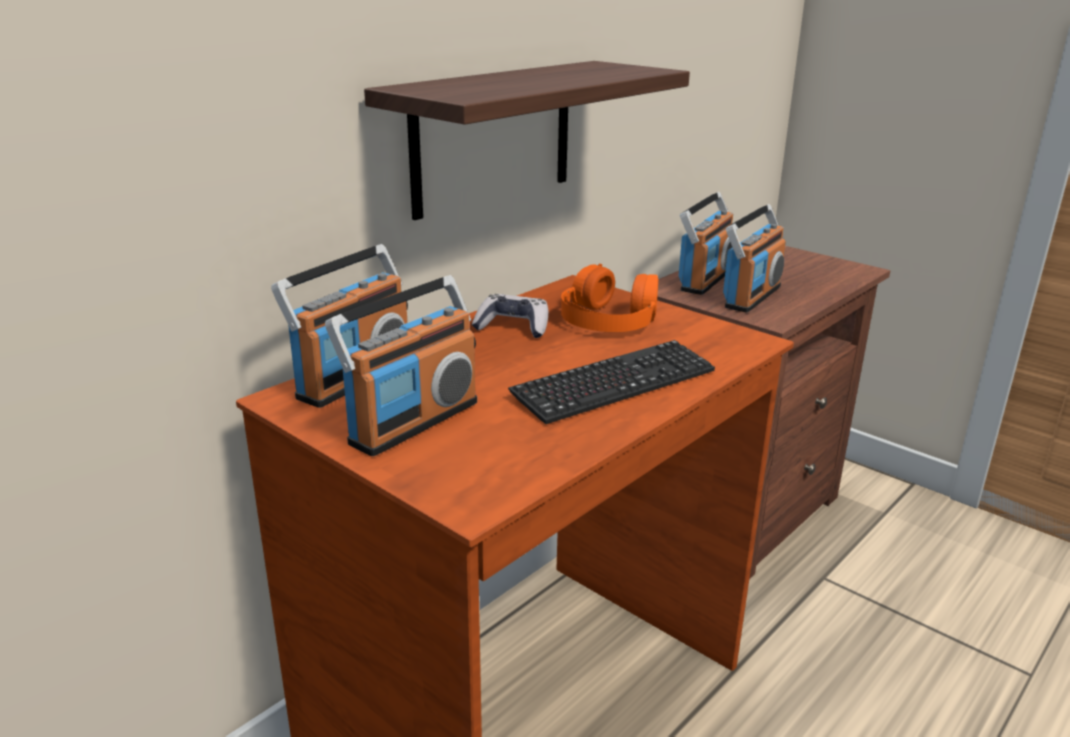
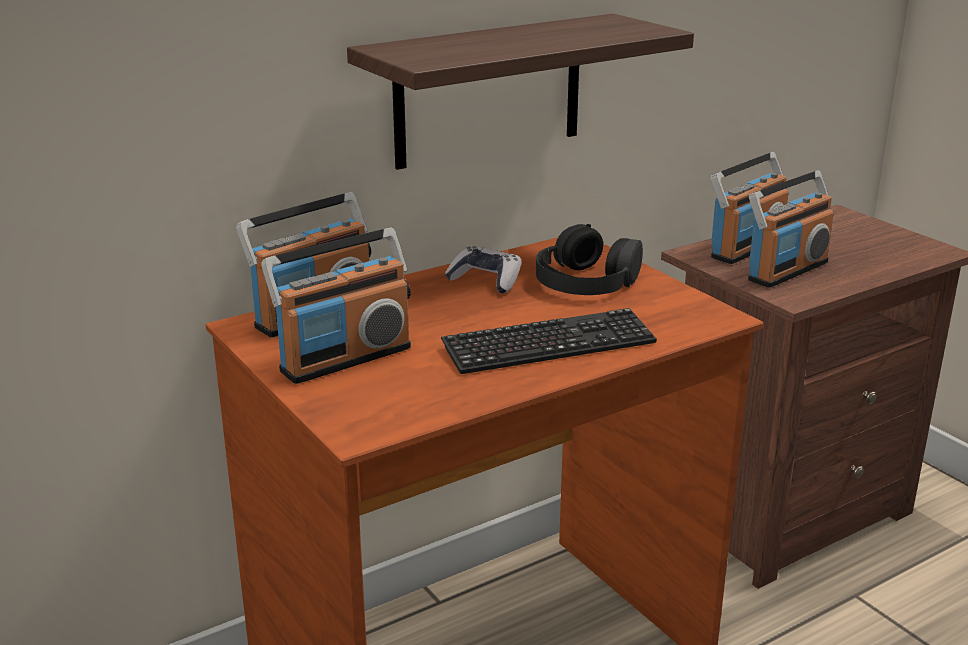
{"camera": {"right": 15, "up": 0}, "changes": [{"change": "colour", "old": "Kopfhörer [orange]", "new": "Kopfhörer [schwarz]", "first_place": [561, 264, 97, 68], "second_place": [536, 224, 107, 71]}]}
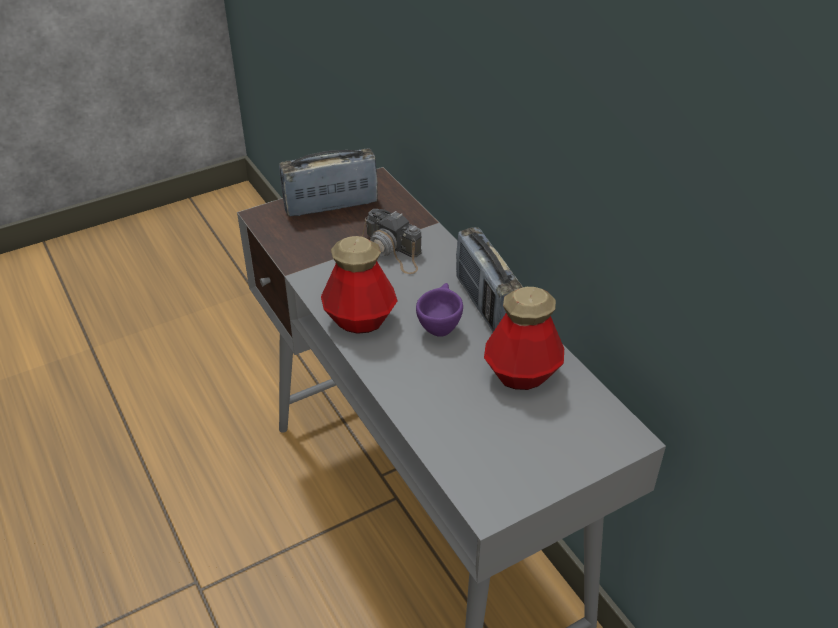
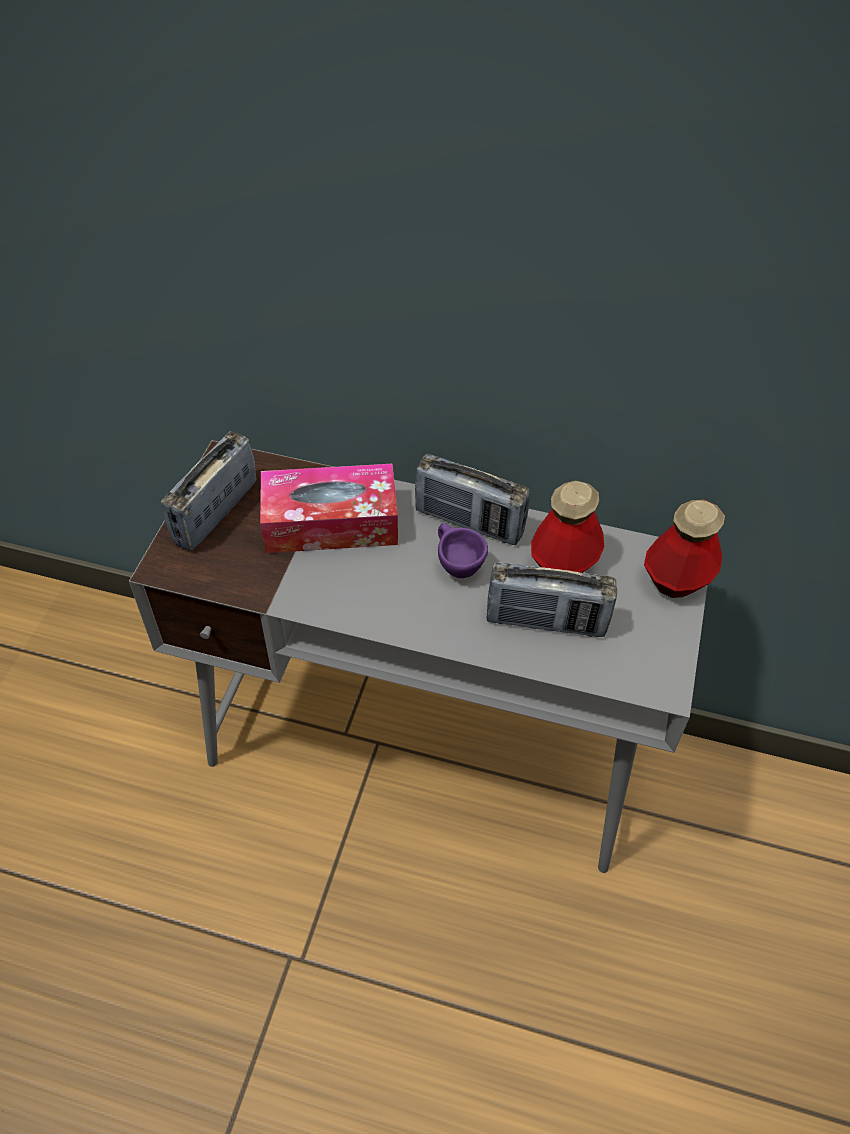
{"camera": {"right": -45, "up": 10}, "changes": [{"change": "relocated", "old": "Flasche", "first_place": [321, 236, 77, 98], "second_place": [644, 500, 81, 98]}, {"change": "exchanged", "old": "Kamera", "new": "Taschentuchbox", "first_place": [361, 209, 61, 65], "second_place": [260, 464, 138, 89]}, {"change": "appeared", "new": "Radio", "second_place": [487, 562, 130, 75]}]}
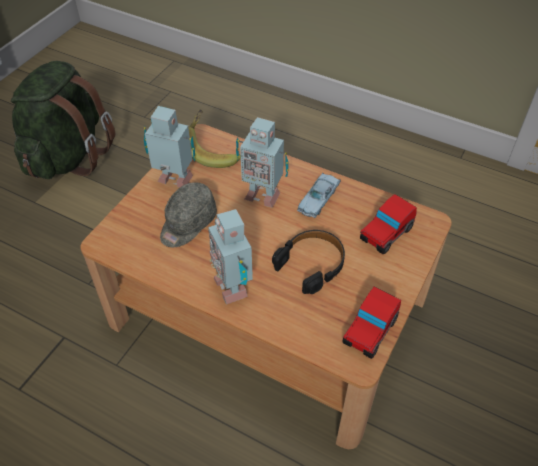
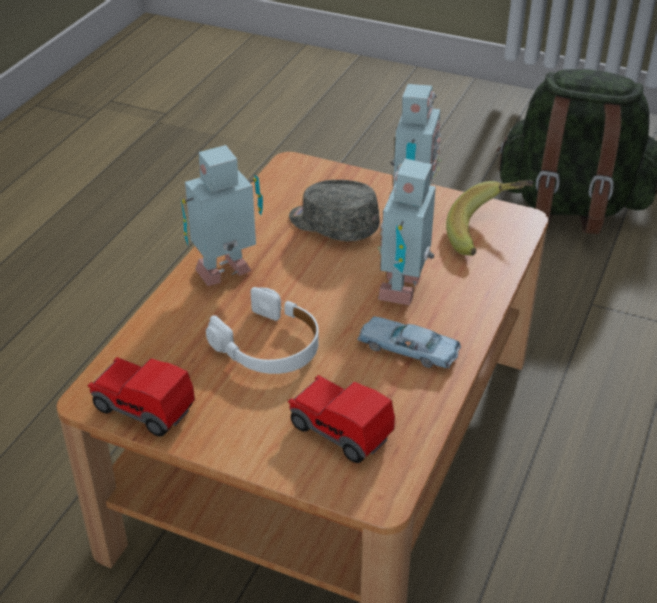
{"camera": {"right": 85, "up": -10}, "changes": [{"change": "colour", "old": "Kopfhörer [schwarz]", "new": "Kopfhörer [weiß]", "first_place": [272, 230, 73, 64], "second_place": [206, 287, 113, 87]}]}
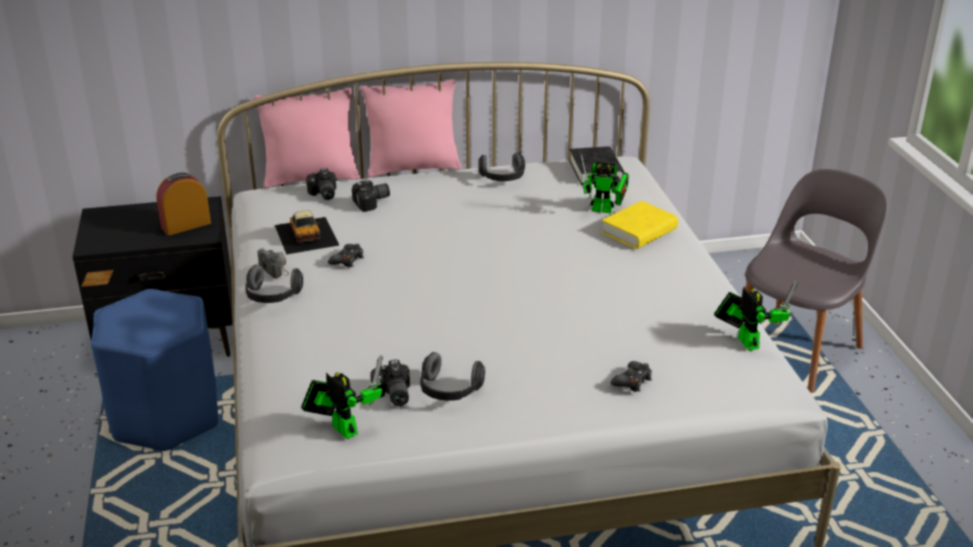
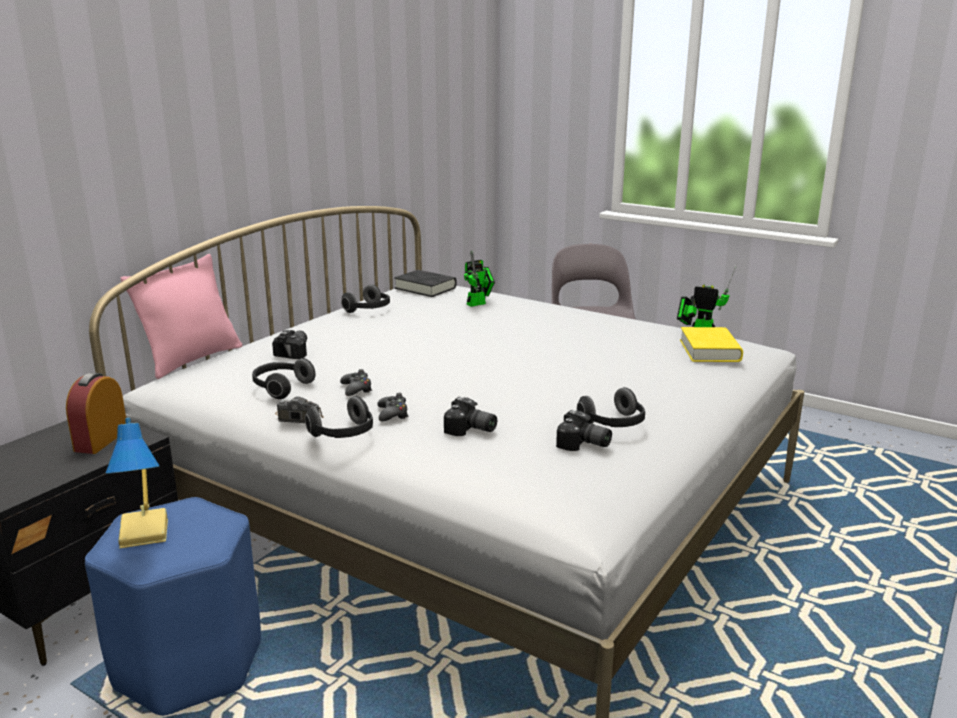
{"camera": {"right": -45, "up": -10}, "changes": [{"change": "exchanged", "old": "Spielzeugauto", "new": "Kopfhörer", "first_place": [275, 210, 64, 44], "second_place": [252, 358, 63, 41]}, {"change": "missing", "old": "Spielzeugroboter", "first_place": [301, 355, 82, 84]}, {"change": "relocated", "old": "Kamera", "first_place": [306, 168, 30, 32], "second_place": [444, 397, 53, 39]}, {"change": "missing", "old": "Kissen [rosa]", "first_place": [361, 79, 101, 98]}, {"change": "relocated", "old": "Buch [gelb]", "first_place": [602, 201, 76, 48], "second_place": [680, 327, 63, 35]}, {"change": "relocated", "old": "Gamepad [schwarz]", "first_place": [610, 361, 42, 31], "second_place": [377, 393, 32, 28]}, {"change": "appeared", "new": "Tischlampe", "second_place": [106, 418, 62, 131]}]}
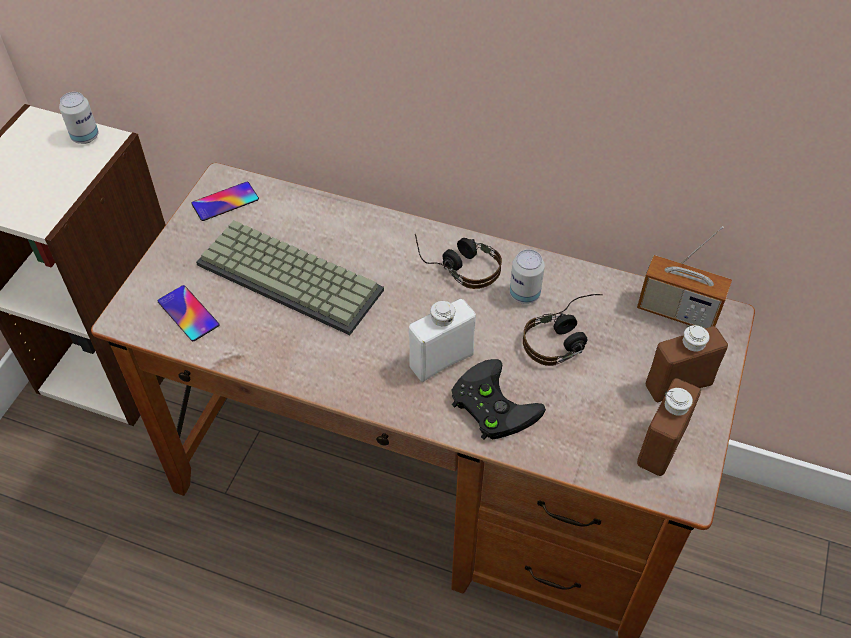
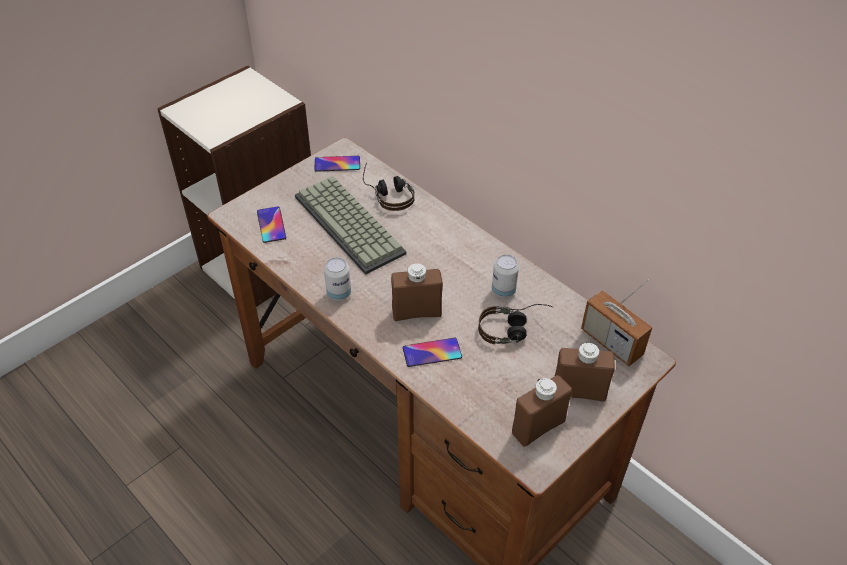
{"camera": {"right": 25, "up": -5}, "changes": [{"change": "relocated", "old": "Dose", "first_place": [59, 92, 40, 52], "second_place": [324, 257, 27, 44]}, {"change": "colour", "old": "Flasche [weiß]", "new": "Flasche [braun]", "first_place": [409, 298, 67, 84], "second_place": [391, 263, 52, 58]}, {"change": "relocated", "old": "Kopfhörer", "first_place": [415, 234, 87, 55], "second_place": [363, 163, 51, 48]}, {"change": "exchanged", "old": "Gamepad [schwarz]", "new": "Handy", "first_place": [451, 359, 95, 81], "second_place": [403, 338, 59, 29]}]}
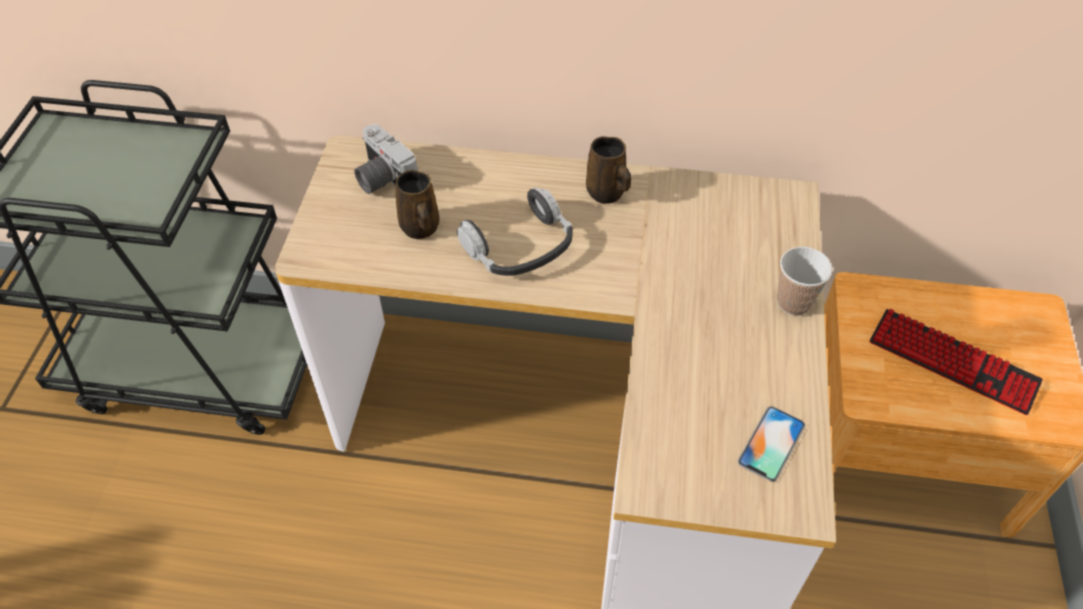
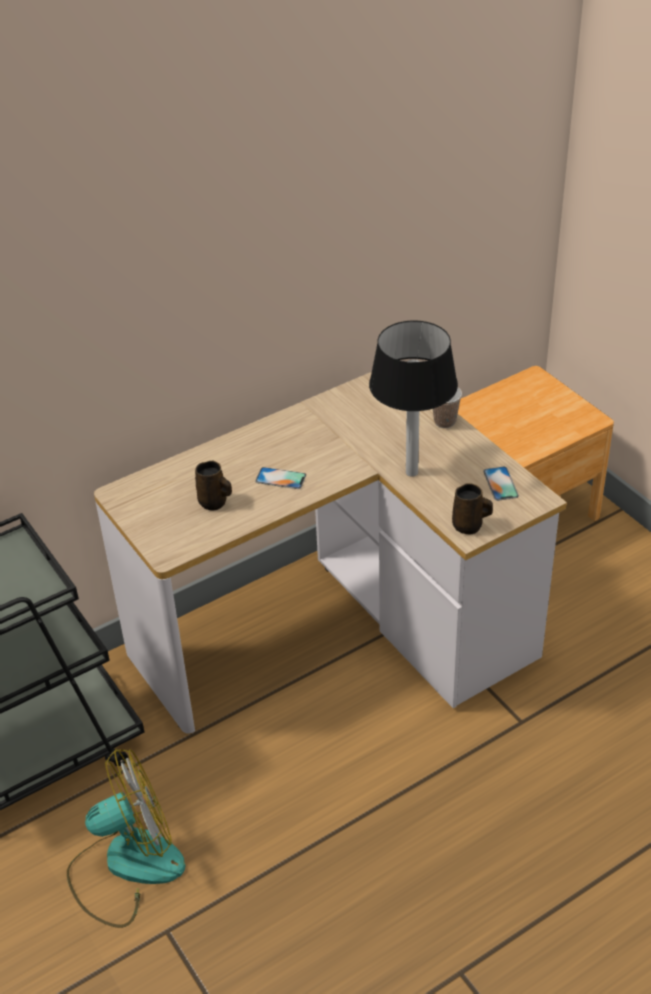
{"camera": {"right": -40, "up": -10}, "changes": [{"change": "missing", "old": "Kamera", "first_place": [354, 124, 64, 70]}, {"change": "exchanged", "old": "Kopfhörer", "new": "Handy", "first_place": [457, 187, 116, 89], "second_place": [255, 467, 51, 22]}, {"change": "relocated", "old": "Henkelbecher [braun]", "first_place": [586, 136, 46, 68], "second_place": [452, 483, 41, 51]}, {"change": "missing", "old": "Tastatur", "first_place": [869, 309, 174, 106]}, {"change": "appeared", "new": "Ventilator", "second_place": [67, 749, 119, 179]}, {"change": "appeared", "new": "Tischlampe", "second_place": [369, 321, 89, 156]}]}
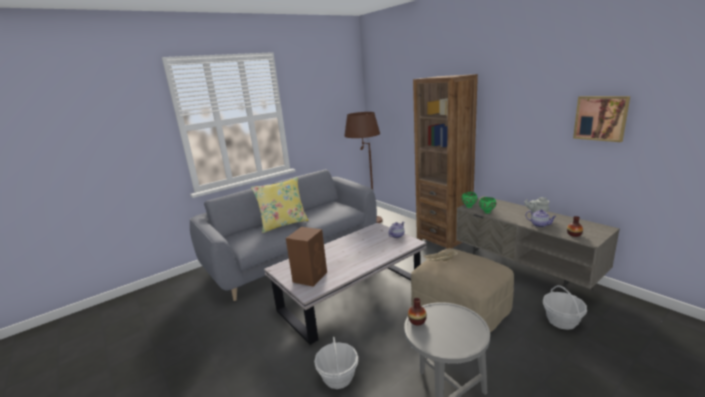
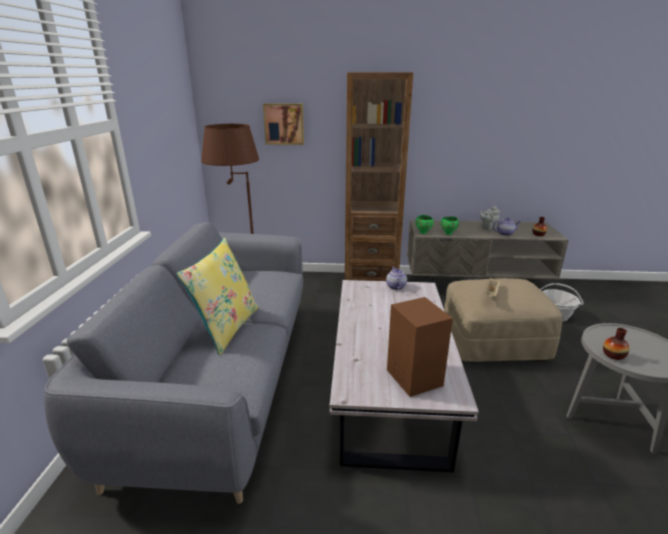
{"camera": {"right": -50, "up": 5}, "changes": [{"change": "missing", "old": "Korb", "first_place": [314, 337, 44, 52]}, {"change": "relocated", "old": "Bild", "first_place": [573, 96, 57, 46], "second_place": [263, 103, 41, 42]}]}
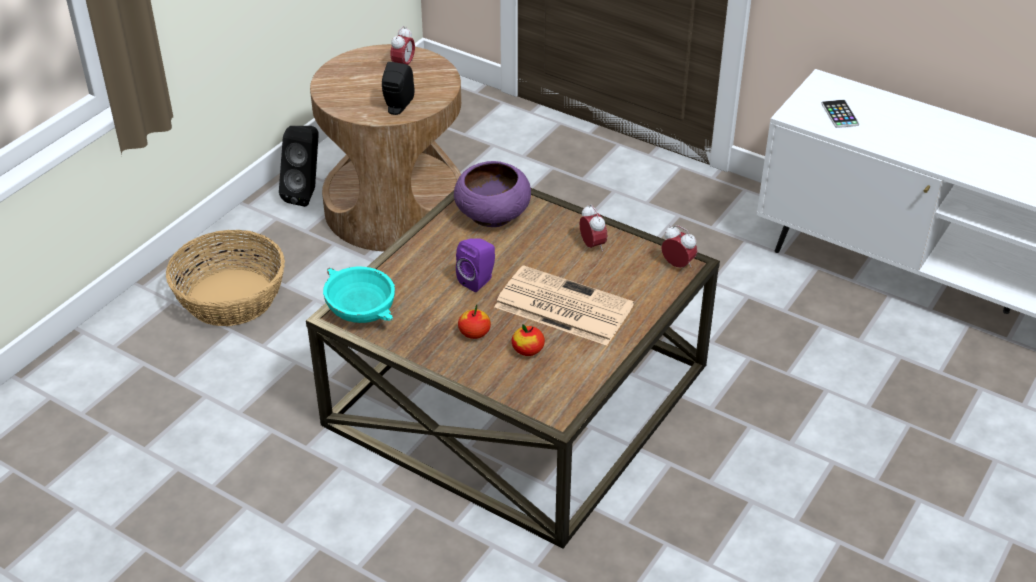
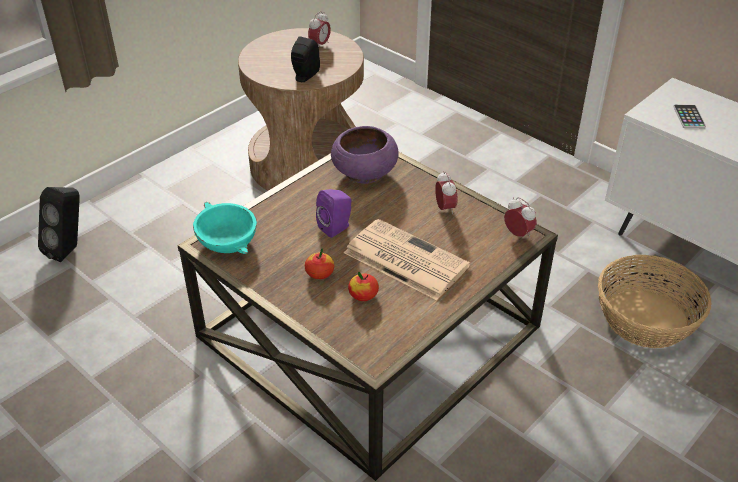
{"camera": {"right": 10, "up": 0}, "changes": [{"change": "relocated", "old": "Korb", "first_place": [166, 230, 119, 96], "second_place": [598, 255, 114, 93]}, {"change": "relocated", "old": "Lautsprecher [schwarz]", "first_place": [279, 126, 40, 81], "second_place": [38, 187, 42, 75]}]}
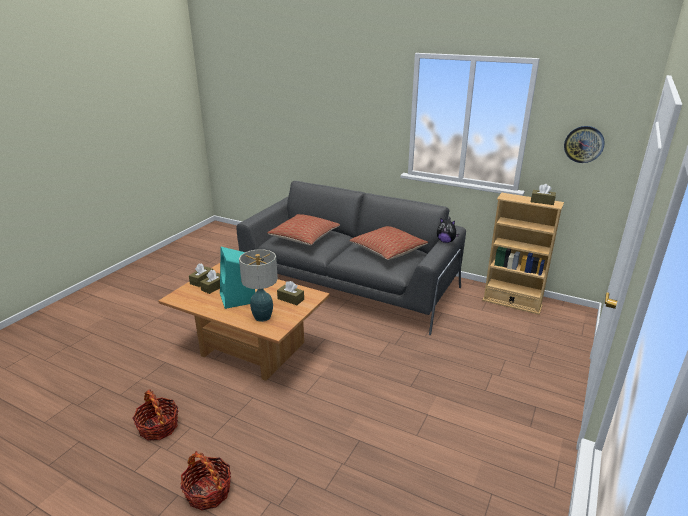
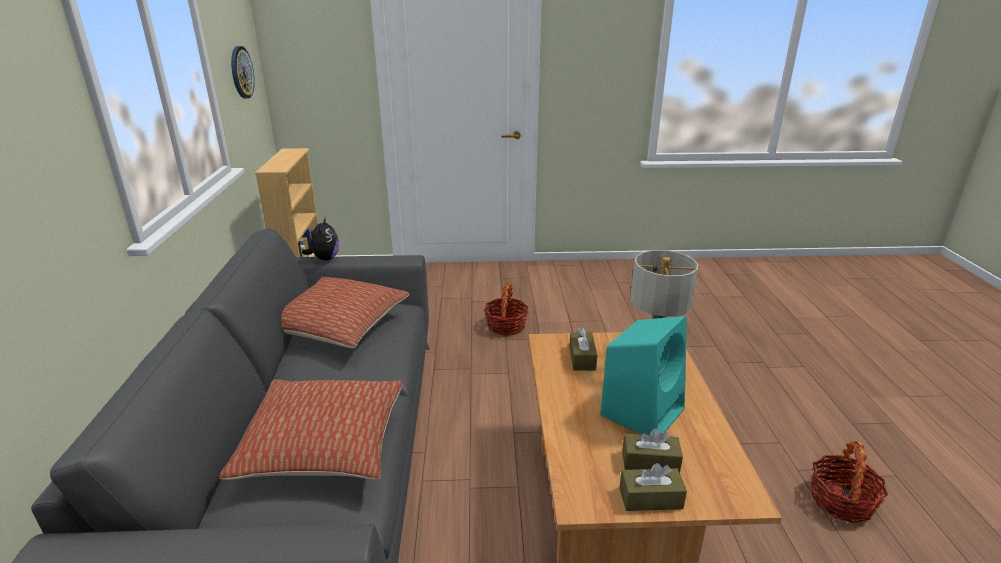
{"camera": {"right": -120, "up": 0}, "changes": [{"change": "relocated", "old": "Korb", "first_place": [181, 451, 50, 60], "second_place": [484, 283, 44, 53]}, {"change": "missing", "old": "Taschentuchbox [braun]", "first_place": [531, 184, 25, 21]}]}
